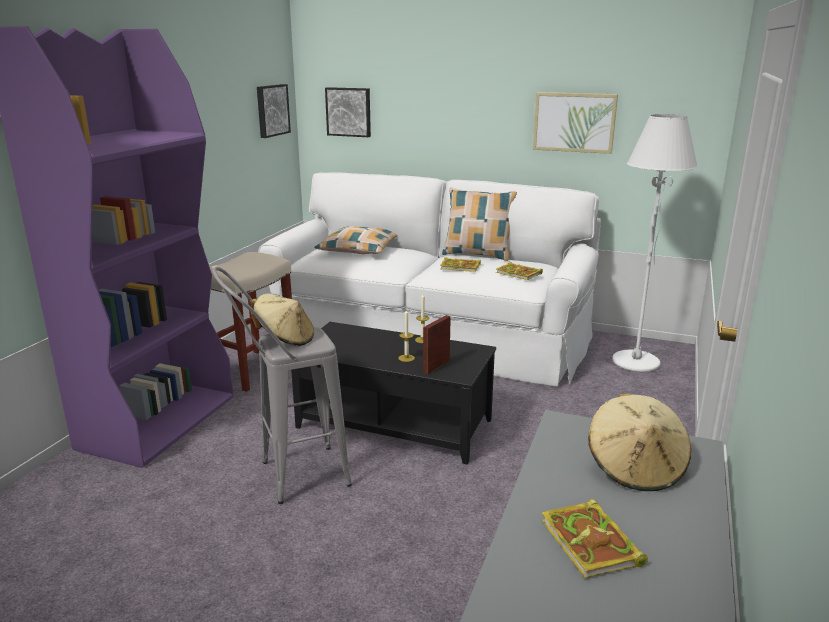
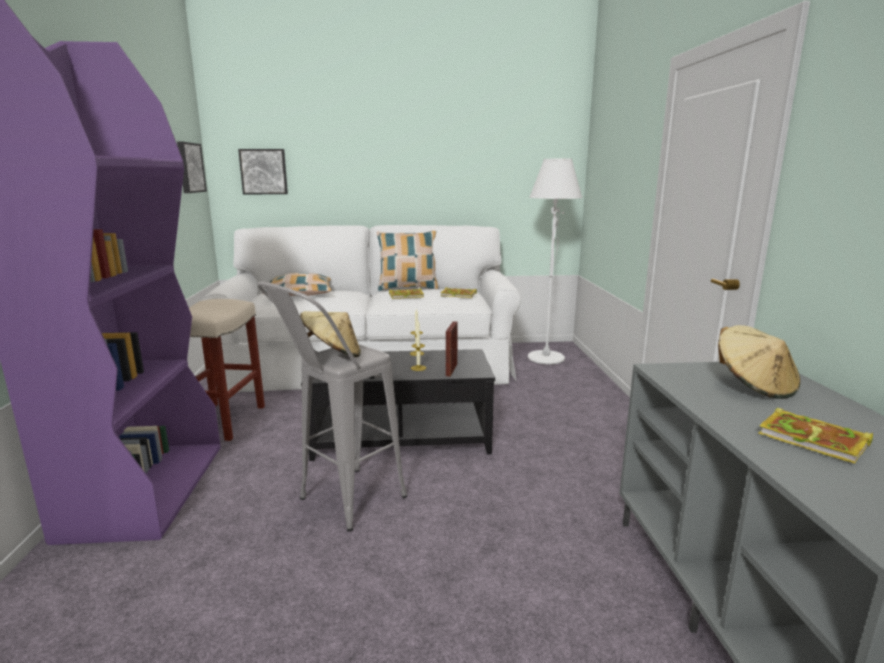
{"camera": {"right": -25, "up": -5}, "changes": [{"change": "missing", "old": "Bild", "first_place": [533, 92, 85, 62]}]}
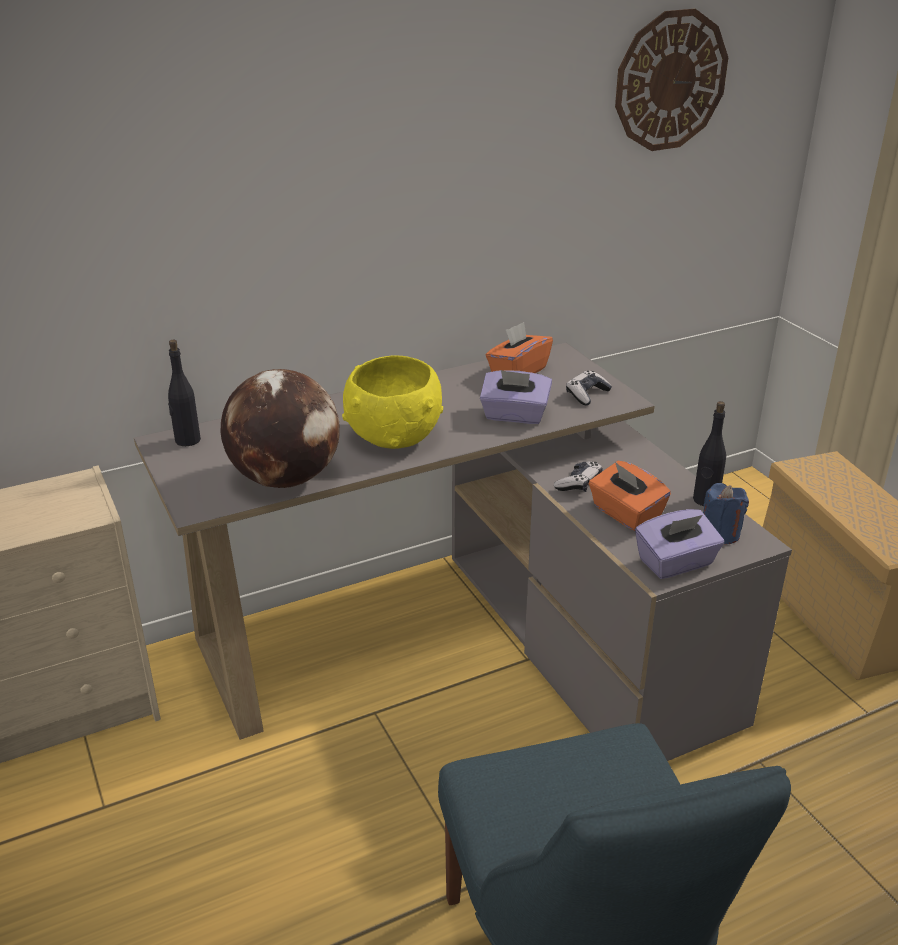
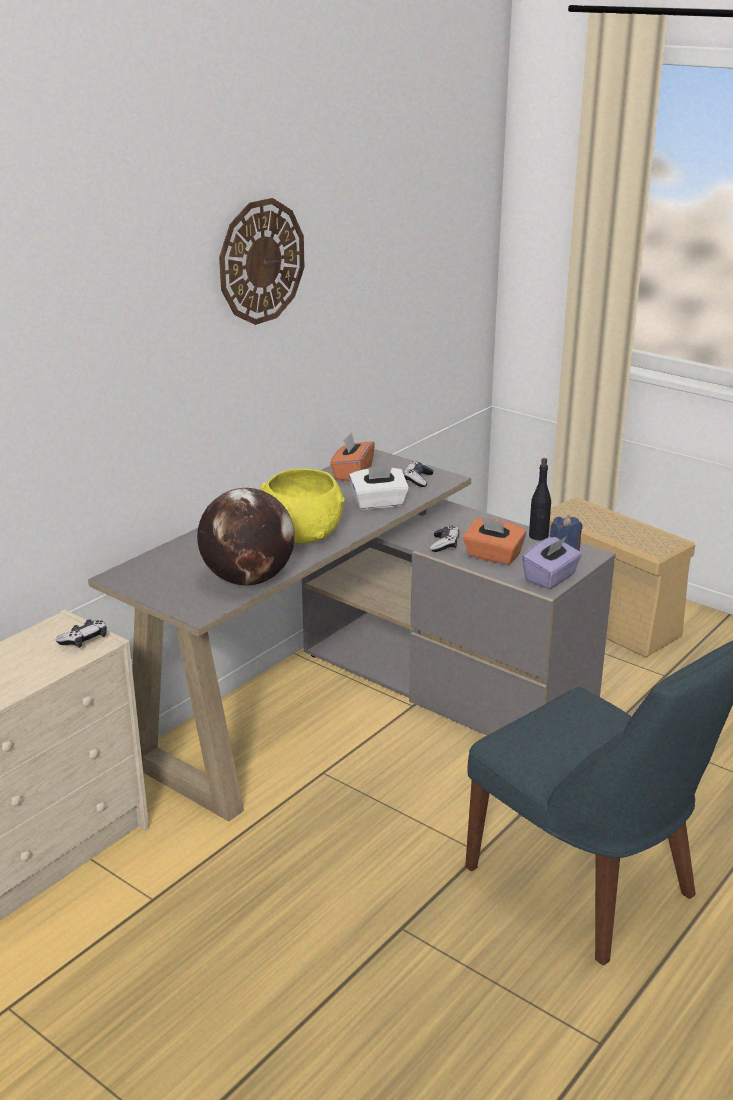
{"camera": {"right": -25, "up": -5}, "changes": [{"change": "missing", "old": "Flasche [schwarz]", "first_place": [168, 340, 33, 106]}, {"change": "colour", "old": "Taschentuchbox [lila]", "new": "Taschentuchbox [weiß]", "first_place": [480, 370, 72, 54], "second_place": [349, 466, 60, 44]}, {"change": "relocated", "old": "Wanduhr", "first_place": [615, 9, 113, 142], "second_place": [219, 198, 85, 127]}, {"change": "appeared", "new": "Gamepad", "second_place": [56, 620, 51, 28]}]}
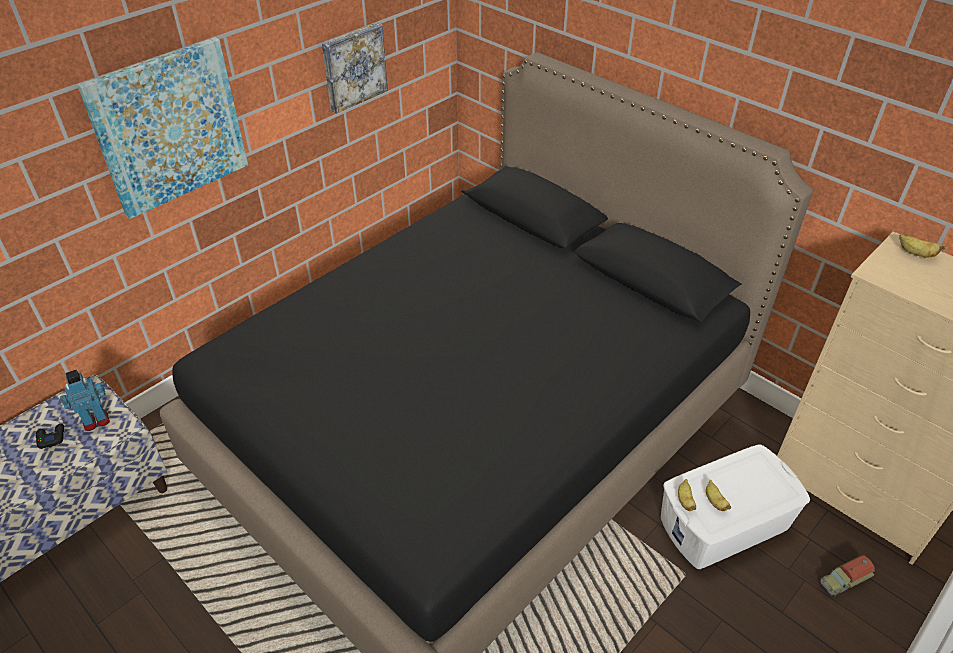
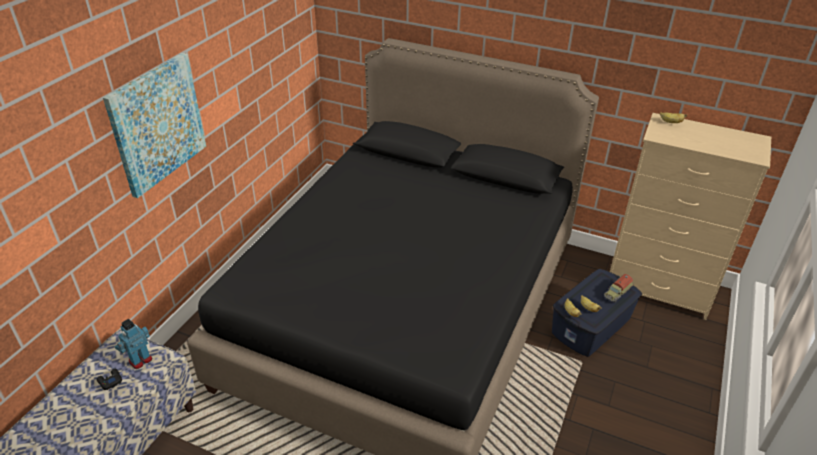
{"camera": {"right": -20, "up": -5}, "changes": [{"change": "missing", "old": "Bild", "first_place": [322, 23, 66, 91]}, {"change": "colour", "old": "Aufbewahrungsbox [weiß]", "new": "Aufbewahrungsbox [blau]", "first_place": [661, 444, 149, 125], "second_place": [552, 269, 90, 88]}, {"change": "relocated", "old": "Spielzeuglaster", "first_place": [820, 555, 55, 42], "second_place": [604, 274, 29, 28]}]}
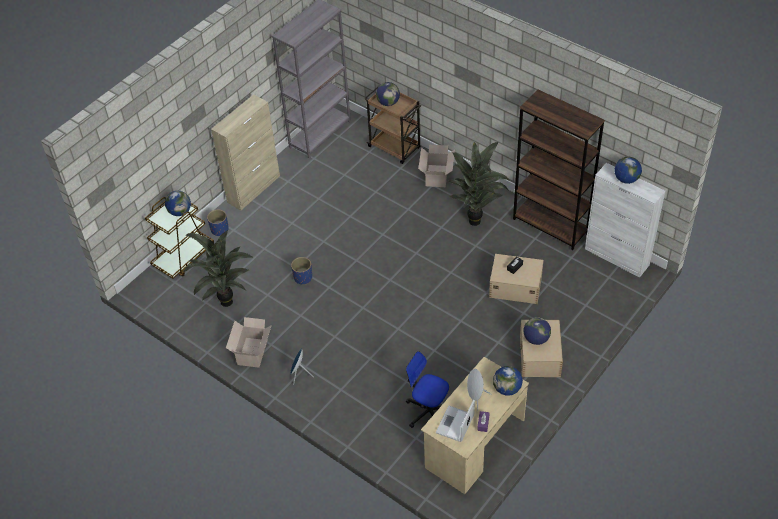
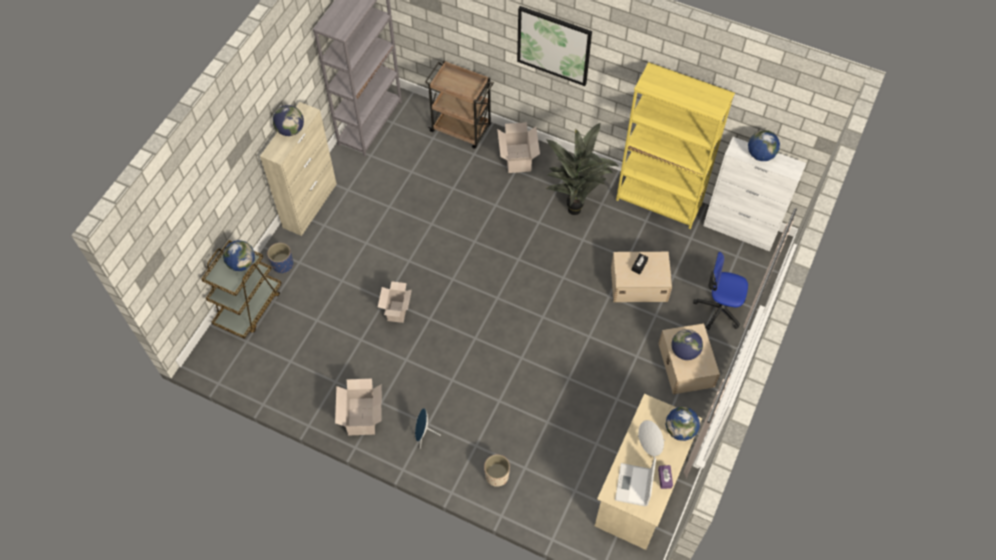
{"camera": {"right": -15, "up": 10}, "changes": [{"change": "missing", "old": "Topfpflanze", "first_place": [183, 230, 71, 77]}, {"change": "exchanged", "old": "Pflanzkübel [blau]", "new": "Karton", "first_place": [291, 257, 21, 28], "second_place": [378, 281, 34, 42]}, {"change": "relocated", "old": "Globus", "first_place": [376, 82, 24, 24], "second_place": [273, 105, 31, 31]}, {"change": "relocated", "old": "Bürostuhl", "first_place": [406, 351, 43, 77], "second_place": [693, 252, 55, 78]}, {"change": "colour", "old": "Bücherregal [braun]", "new": "Bücherregal [gelb]", "first_place": [513, 89, 92, 161], "second_place": [616, 62, 119, 167]}, {"change": "appeared", "new": "Pflanzkübel [beige]", "second_place": [484, 454, 26, 33]}, {"change": "appeared", "new": "Bild", "second_place": [517, 6, 75, 80]}]}
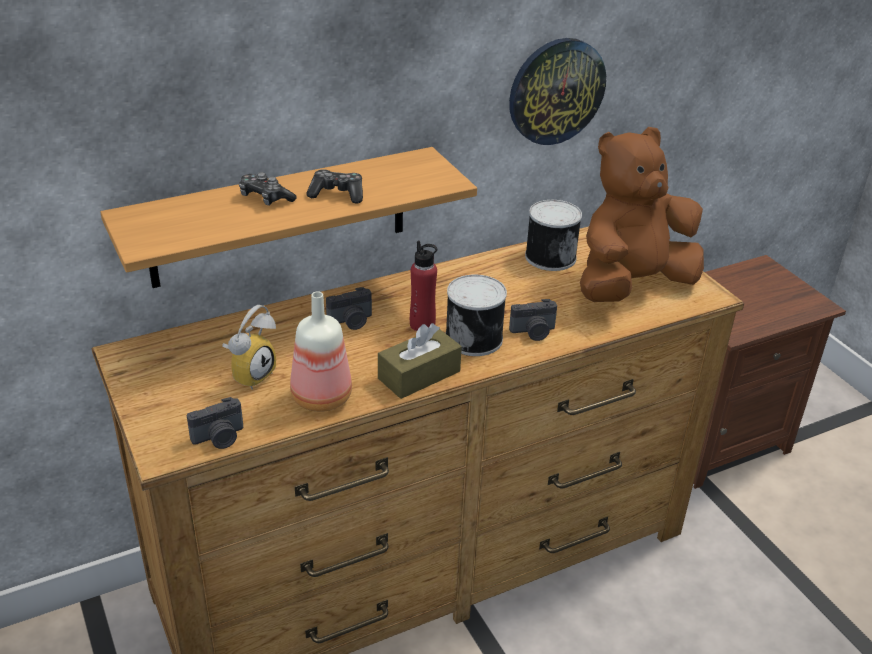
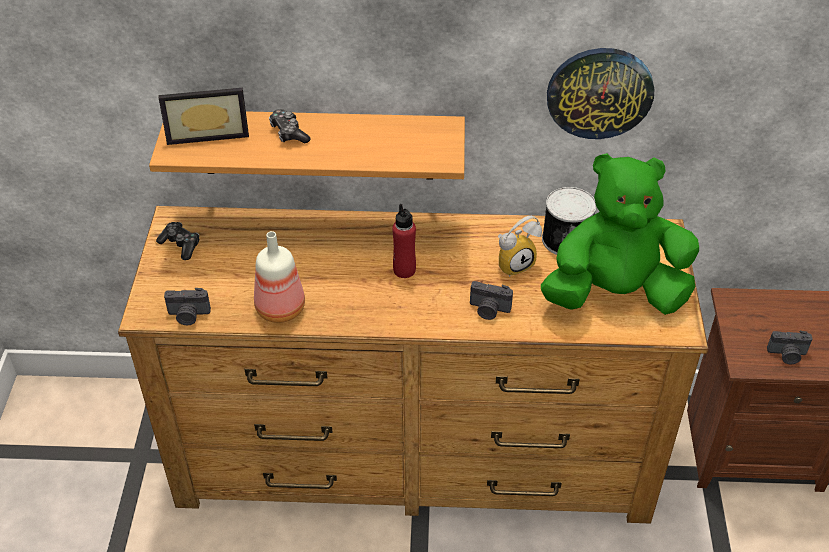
{"camera": {"right": 30, "up": 10}, "changes": [{"change": "relocated", "old": "Wecker", "first_place": [222, 305, 54, 85], "second_place": [498, 216, 44, 61]}, {"change": "relocated", "old": "Gamepad", "first_place": [306, 169, 57, 34], "second_place": [156, 222, 44, 38]}, {"change": "relocated", "old": "Kamera", "first_place": [326, 287, 46, 43], "second_place": [767, 331, 46, 33]}, {"change": "missing", "old": "Taschentuchbox [braun]", "first_place": [378, 323, 84, 76]}, {"change": "missing", "old": "Dose", "first_place": [446, 275, 61, 81]}, {"change": "colour", "old": "Plüschtier [braun]", "new": "Plüschtier [grün]", "first_place": [580, 127, 124, 175], "second_place": [541, 153, 158, 162]}, {"change": "appeared", "new": "Bilderrahmen", "second_place": [158, 88, 91, 57]}]}
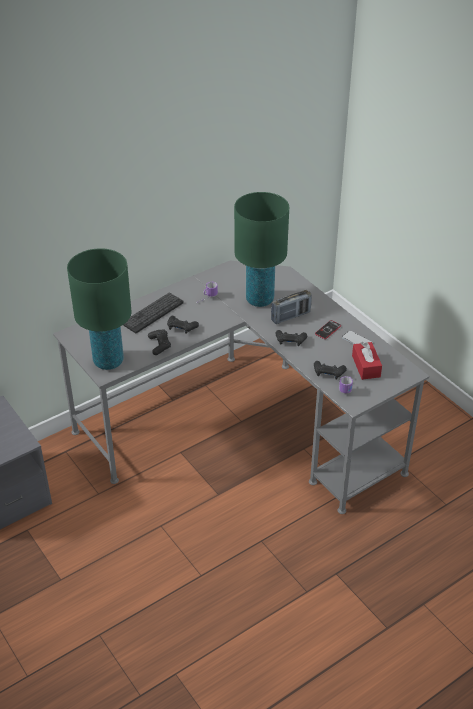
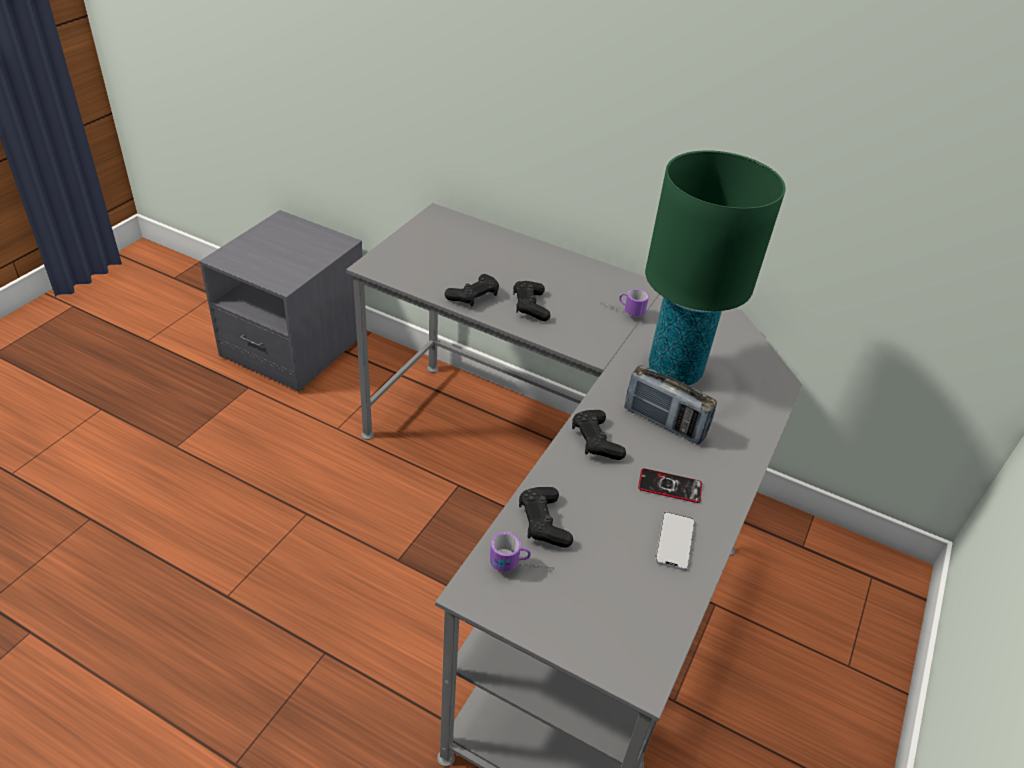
{"camera": {"right": 60, "up": 0}, "changes": [{"change": "missing", "old": "Tischlampe [grün]", "first_place": [67, 248, 64, 122]}, {"change": "missing", "old": "Tastatur", "first_place": [123, 293, 60, 40]}, {"change": "missing", "old": "Taschentuchbox [rot]", "first_place": [352, 342, 30, 38]}]}
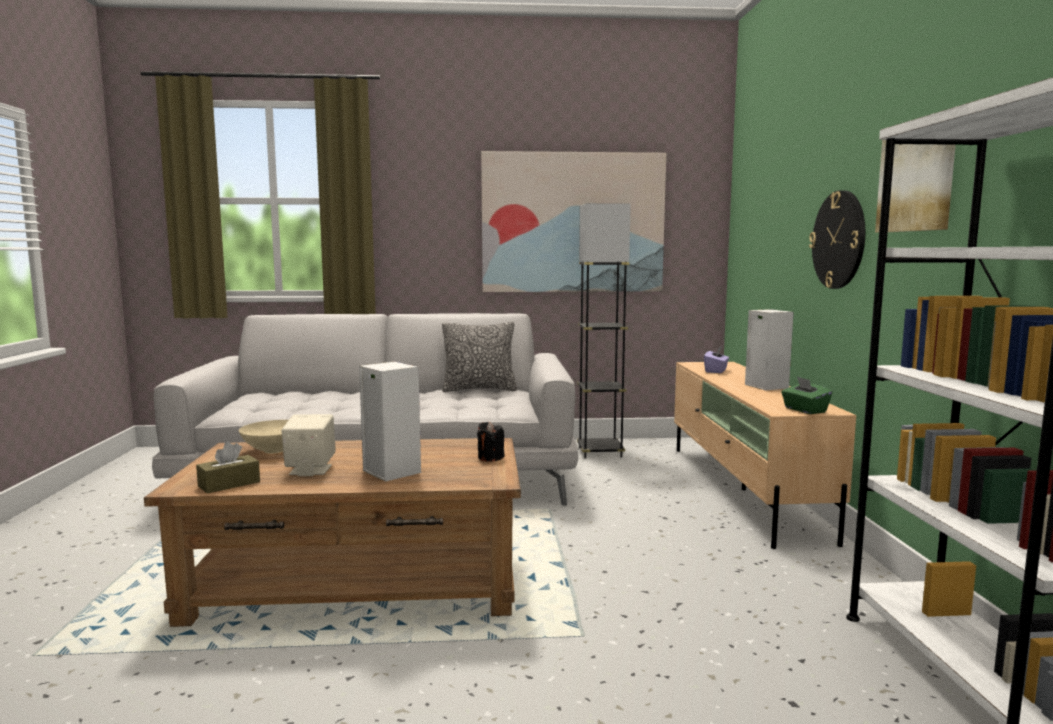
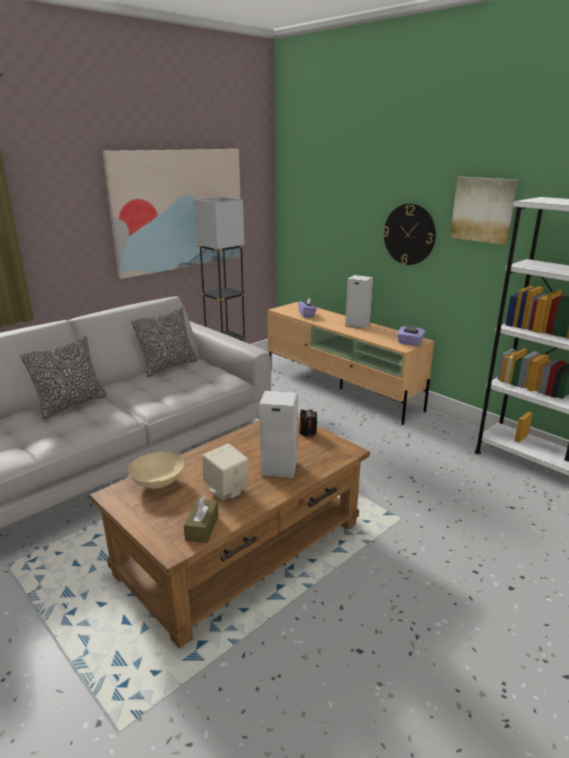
{"camera": {"right": -40, "up": 15}, "changes": [{"change": "colour", "old": "Taschentuchbox [grün]", "new": "Taschentuchbox [lila]", "first_place": [781, 377, 51, 37], "second_place": [397, 325, 29, 21]}, {"change": "appeared", "new": "Kissen", "second_place": [20, 336, 87, 84]}]}
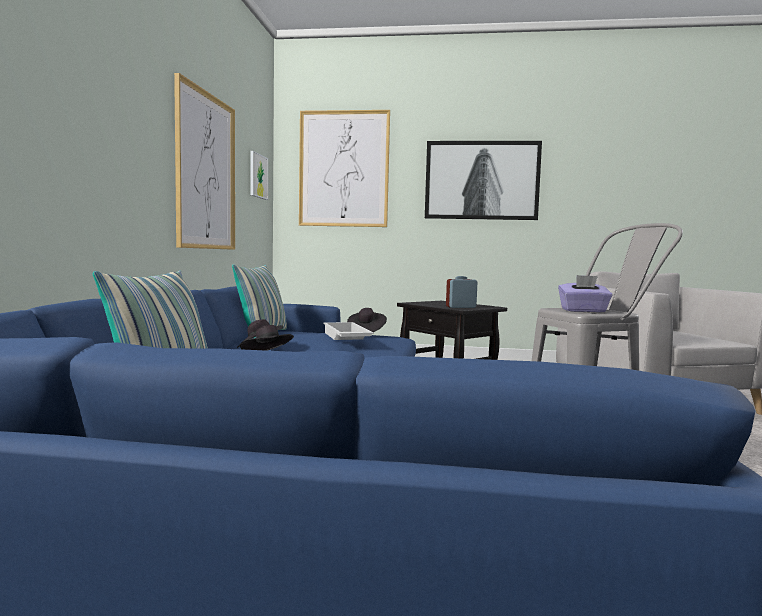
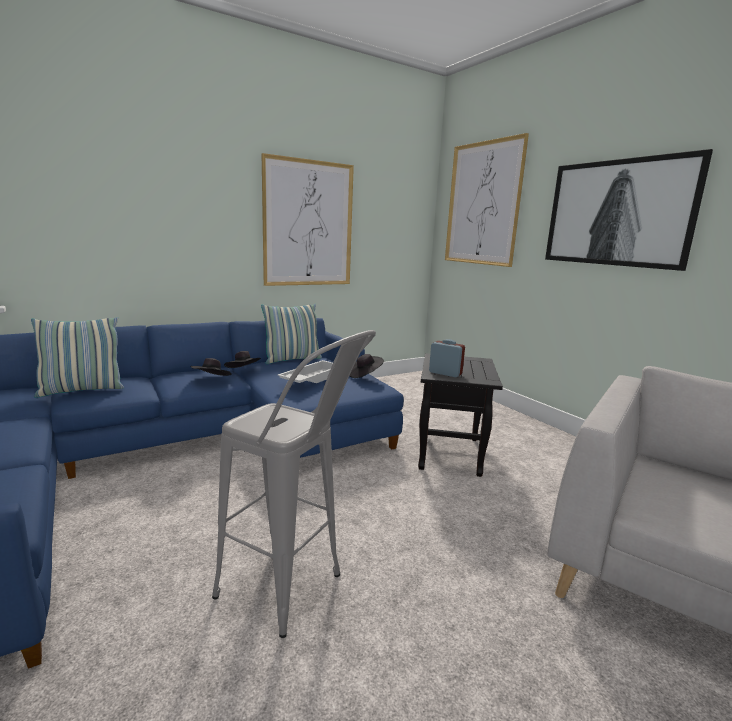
{"camera": {"right": 50, "up": 10}, "changes": [{"change": "missing", "old": "Bild", "first_place": [250, 151, 18, 49]}, {"change": "missing", "old": "Taschentuchbox [lila]", "first_place": [558, 275, 54, 37]}]}
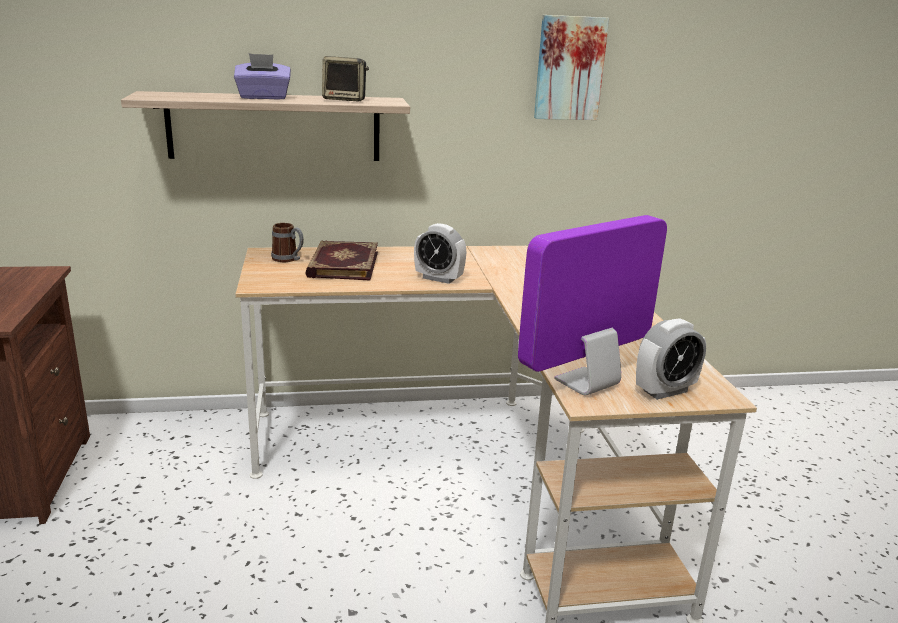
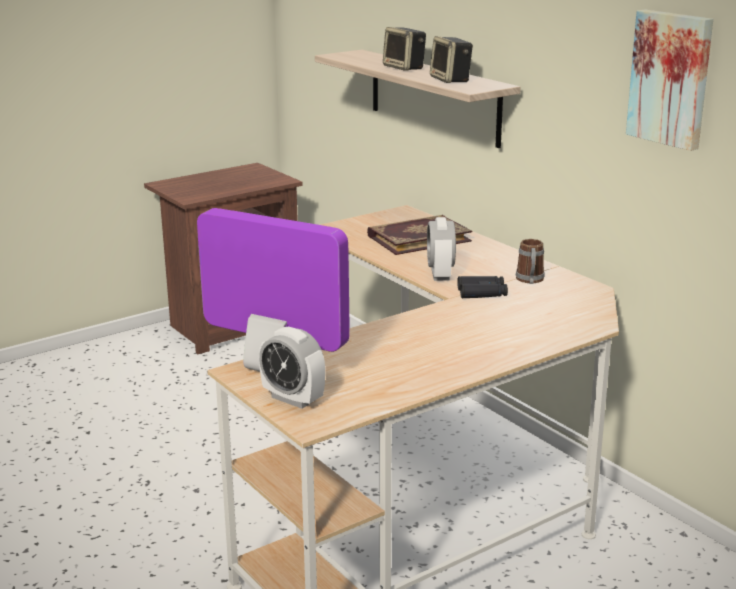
{"camera": {"right": 65, "up": 0}, "changes": [{"change": "exchanged", "old": "Taschentuchbox [lila]", "new": "Lautsprecher", "first_place": [234, 53, 57, 47], "second_place": [383, 27, 43, 44]}, {"change": "relocated", "old": "Henkelbecher", "first_place": [271, 223, 33, 39], "second_place": [516, 239, 29, 45]}, {"change": "appeared", "new": "Fernglas [schwarz]", "second_place": [457, 276, 51, 22]}]}
